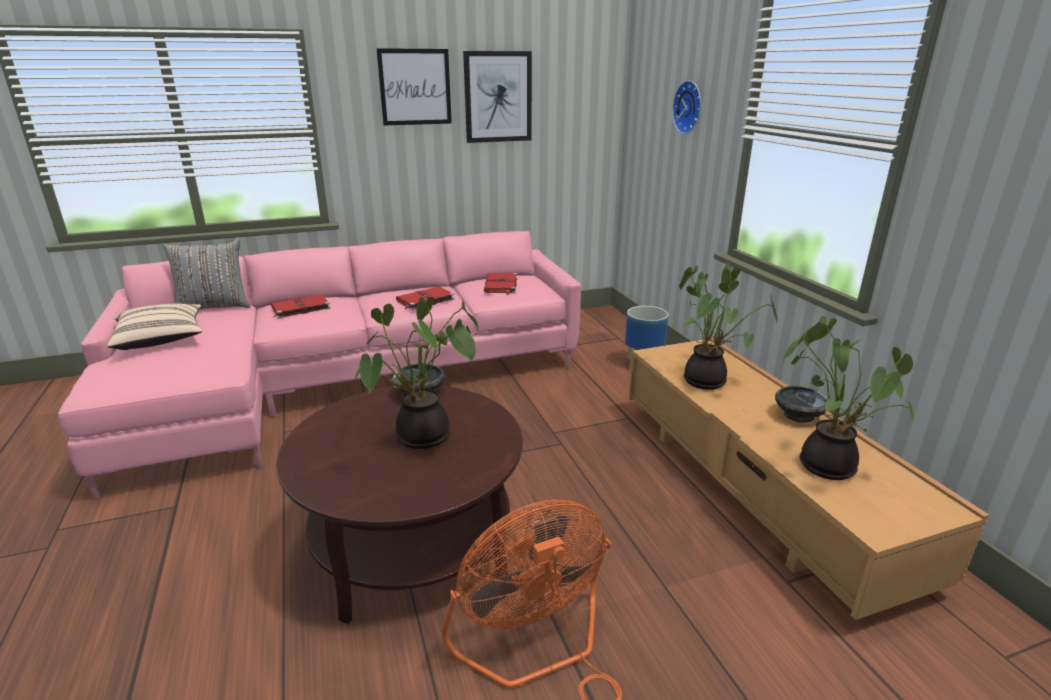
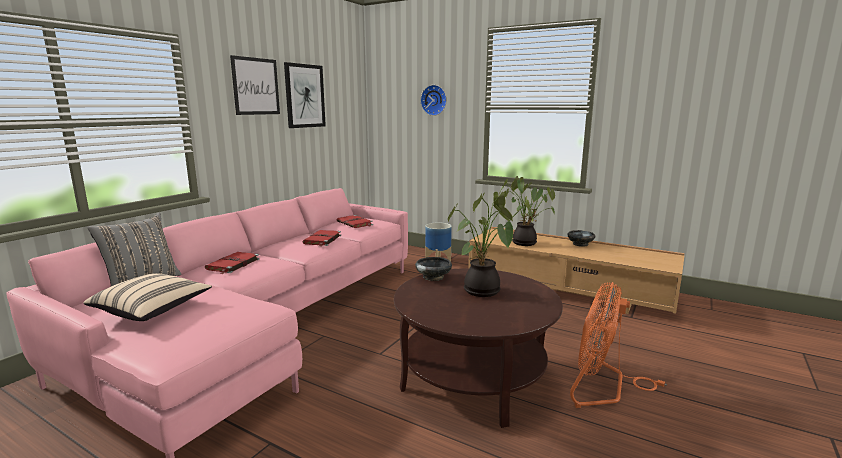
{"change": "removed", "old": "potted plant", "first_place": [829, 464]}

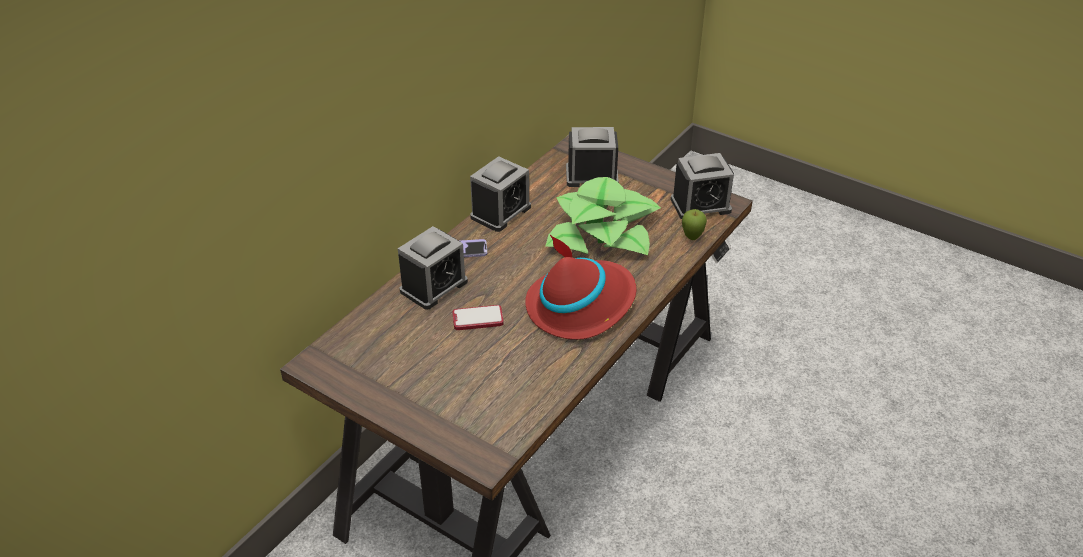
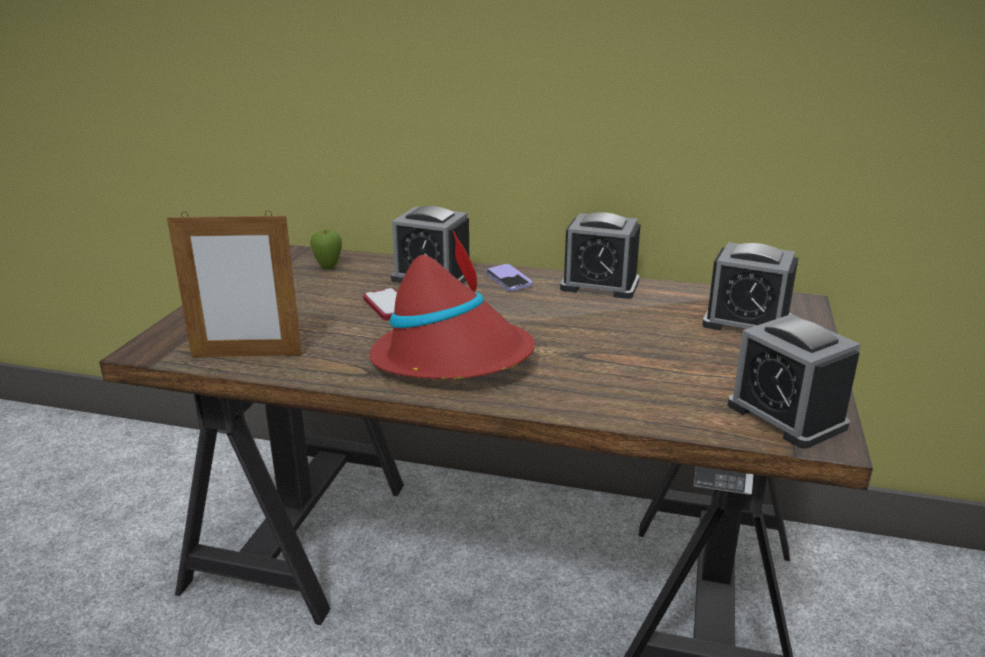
{"change": "removed", "old": "potted plant", "first_place": [603, 233]}
{"change": "added", "new": "picture frame", "second_place": [246, 355]}
{"change": "moved", "old": "apple", "first_place": [692, 238], "second_place": [328, 267]}
{"change": "turned", "old": "alarm clock", "first_place": [591, 176], "second_place": [747, 322], "degrees": 135}

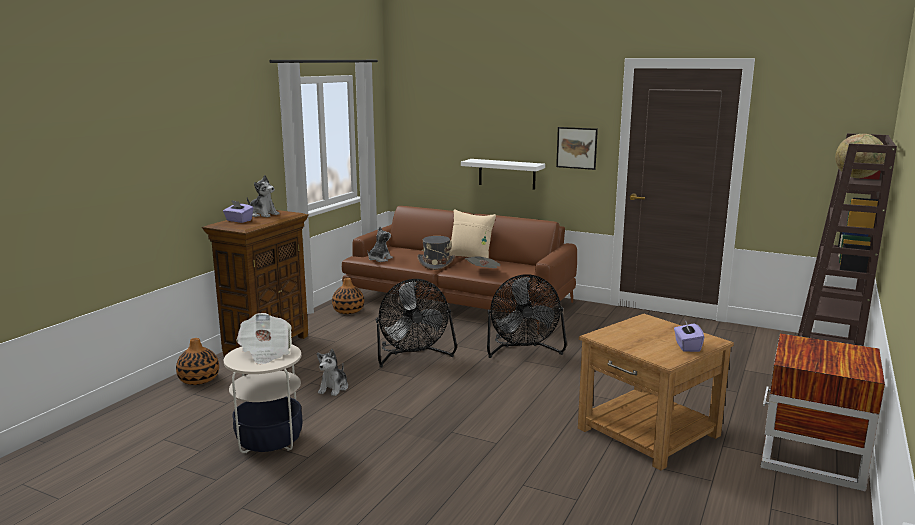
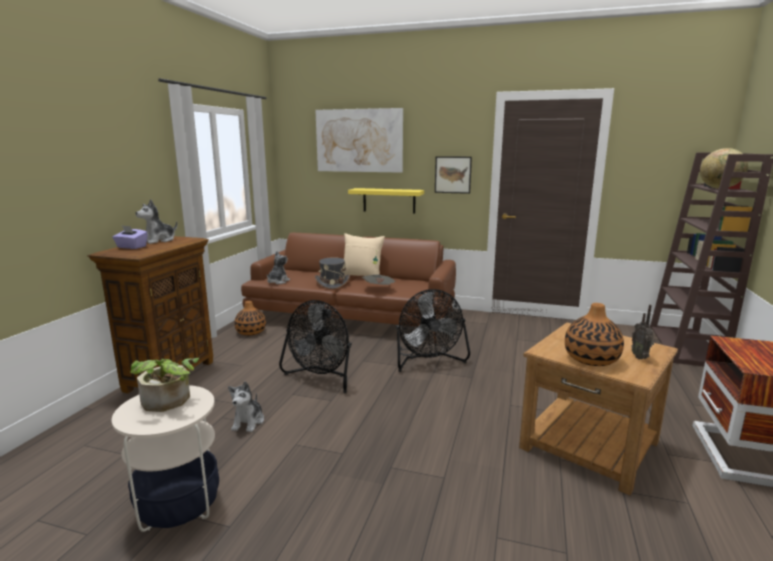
{"change": "added", "new": "wall art", "second_place": [359, 140]}
{"change": "moved", "old": "vase", "first_place": [199, 380], "second_place": [591, 359]}
{"change": "replaced", "old": "newspaper", "new": "potted plant", "first_place": [266, 352], "second_place": [169, 402]}
{"change": "replaced", "old": "purplish tissue box", "new": "radio set", "first_place": [687, 346], "second_place": [640, 357]}
{"change": "recoloured", "old": "white-coloured shelf", "new": "yellow shelf", "first_place": [507, 174], "second_place": [389, 200]}
{"change": "turned", "old": "soft toy", "first_place": [263, 214], "second_place": [159, 240], "degrees": 105}
{"change": "turned", "old": "blackish cooling fan", "first_place": [410, 356], "second_place": [321, 376], "degrees": 60}

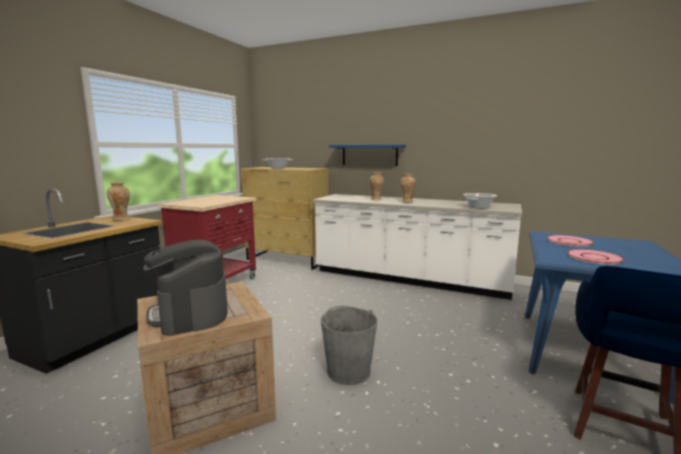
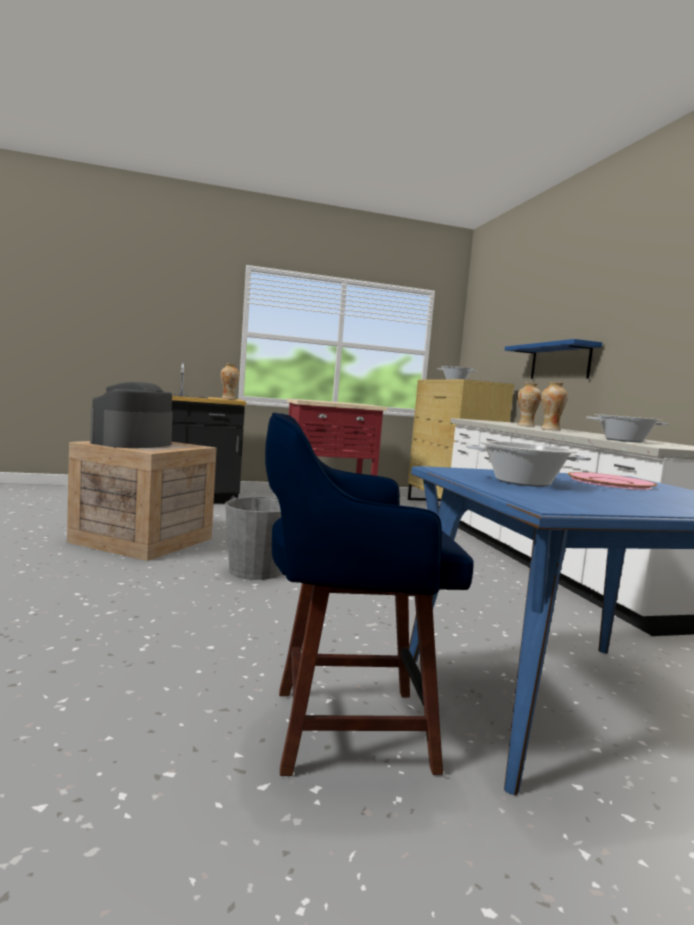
{"change": "replaced", "old": "pinkish flat dish", "new": "stockpot", "first_place": [594, 258], "second_place": [523, 482]}

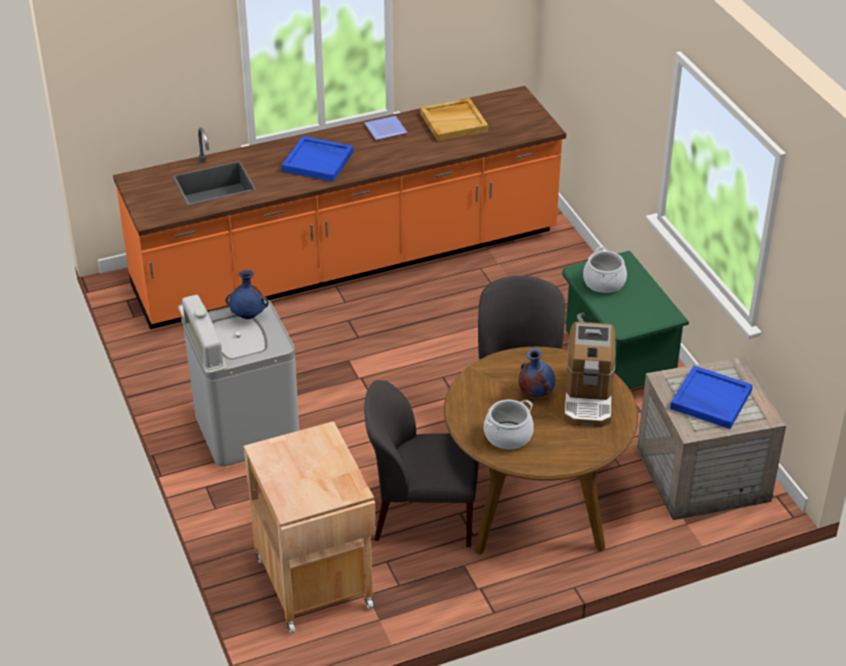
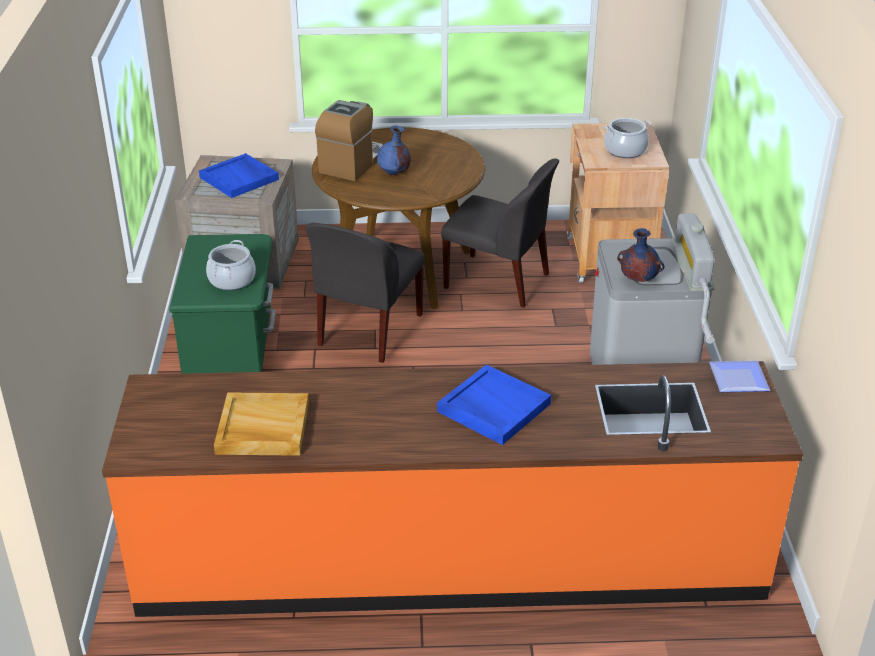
{"change": "moved", "old": "flat dish", "first_place": [387, 130], "second_place": [736, 378]}
{"change": "moved", "old": "stockpot", "first_place": [508, 436], "second_place": [625, 150]}

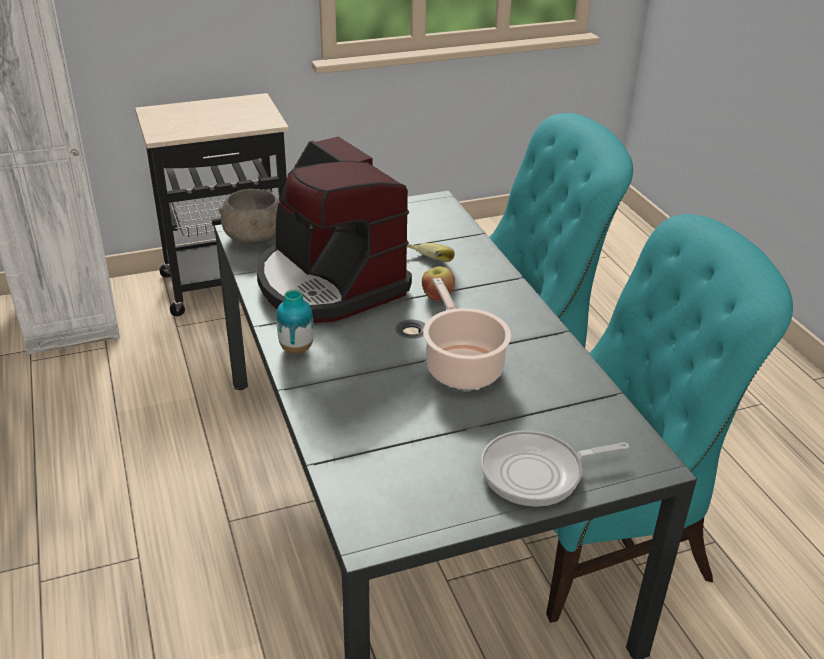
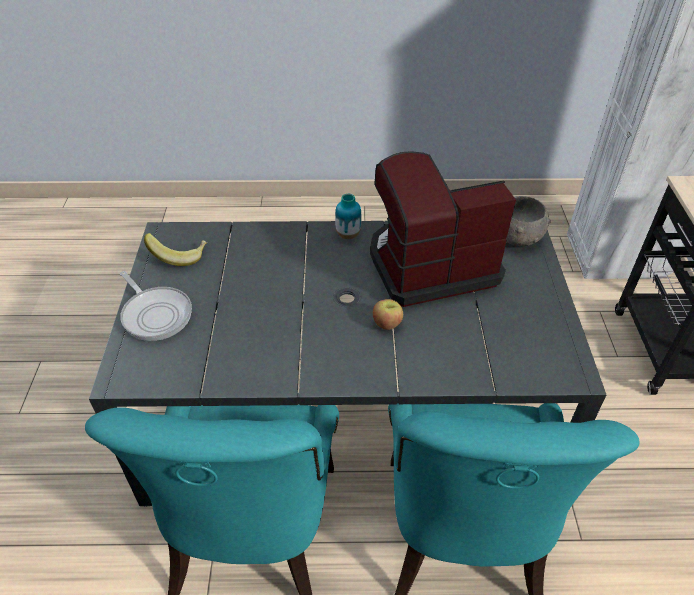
{"change": "removed", "old": "stockpot", "first_place": [462, 366]}
{"change": "moved", "old": "banana", "first_place": [426, 265], "second_place": [179, 256]}
{"change": "turned", "old": "frying pan", "first_place": [537, 473], "second_place": [155, 314], "degrees": 135}

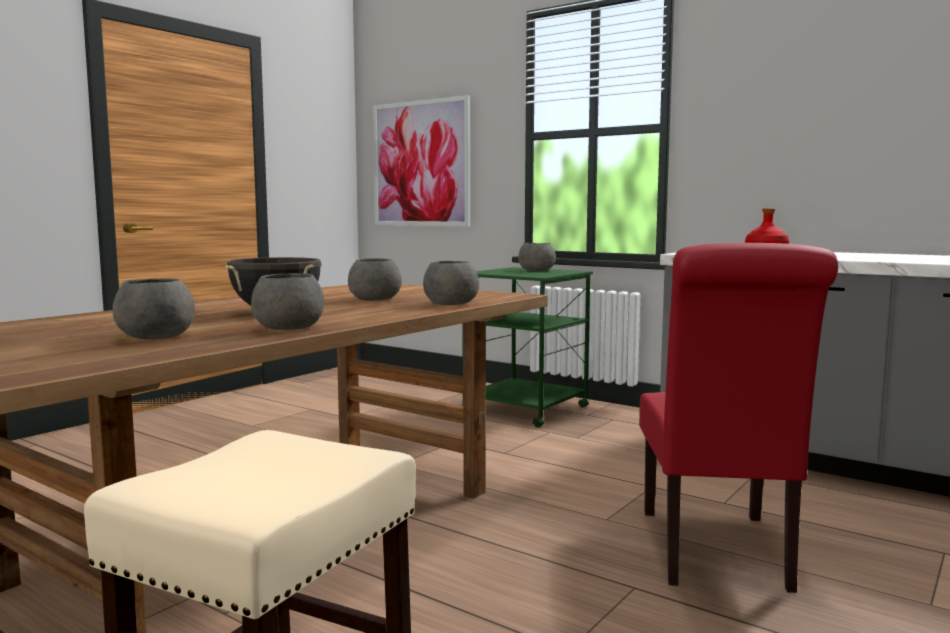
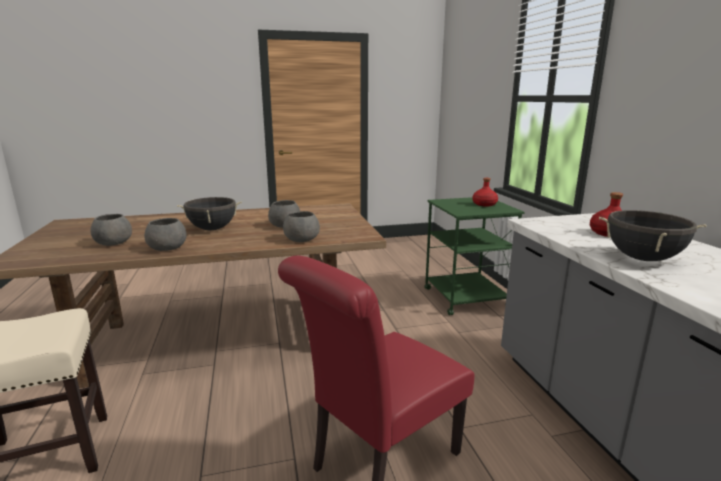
{"change": "removed", "old": "wall art", "first_place": [420, 164]}
{"change": "added", "new": "blackish stockpot", "second_place": [643, 259]}
{"change": "replaced", "old": "greyish bowl", "new": "red-coloured bottle", "first_place": [536, 270], "second_place": [484, 204]}

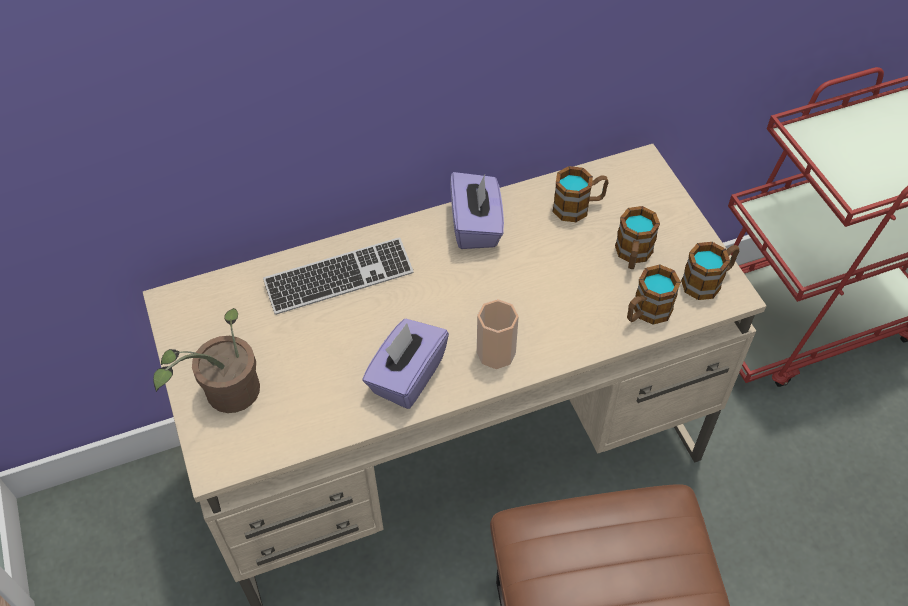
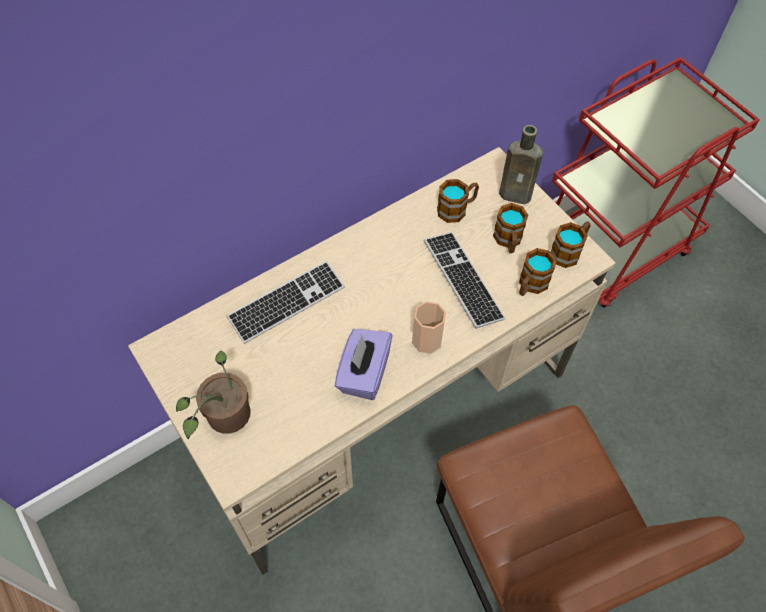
{"change": "removed", "old": "purplish tissue box", "first_place": [476, 226]}
{"change": "added", "new": "computer keyboard", "second_place": [463, 280]}
{"change": "added", "new": "brown bottle", "second_place": [517, 195]}

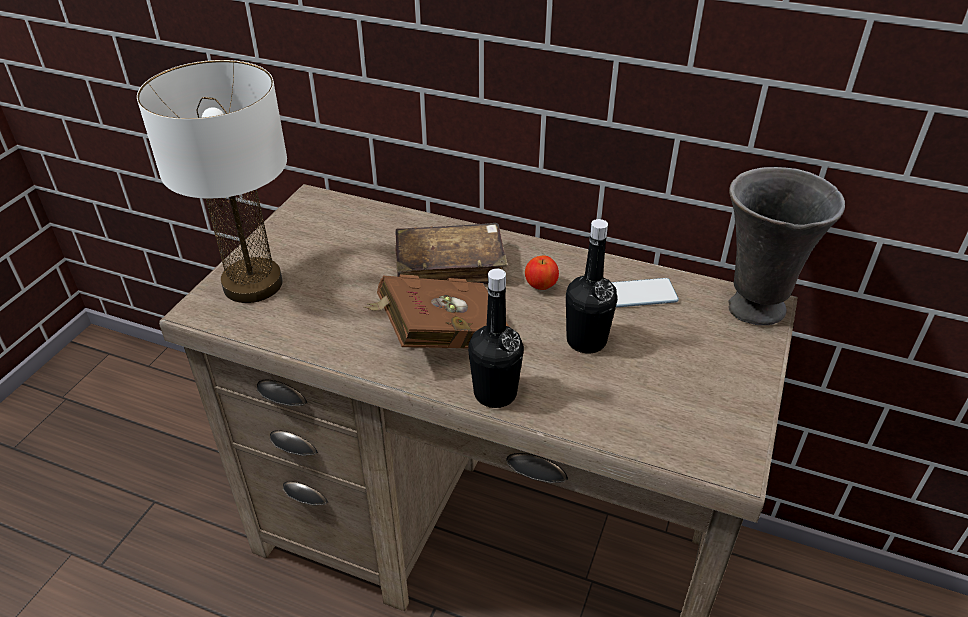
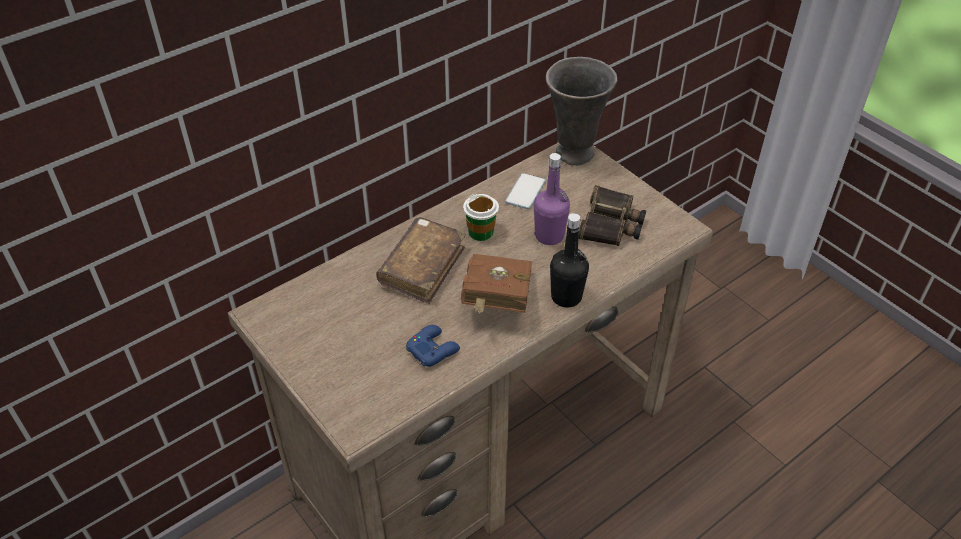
{"change": "removed", "old": "tabletop lamp", "first_place": [252, 284]}
{"change": "added", "new": "blue game controller", "second_place": [433, 349]}
{"change": "added", "new": "binoculars", "second_place": [611, 224]}
{"change": "replaced", "old": "apple", "new": "drinking cup", "first_place": [541, 286], "second_place": [481, 232]}
{"change": "recoloured", "old": "blackish bottle", "new": "purplish bottle", "first_place": [586, 341], "second_place": [549, 236]}

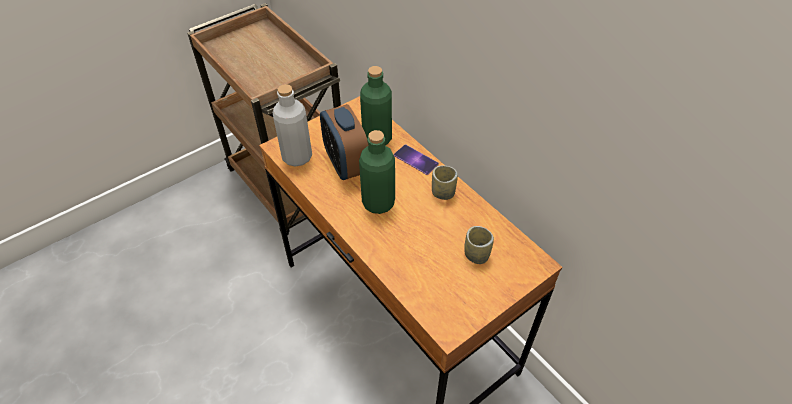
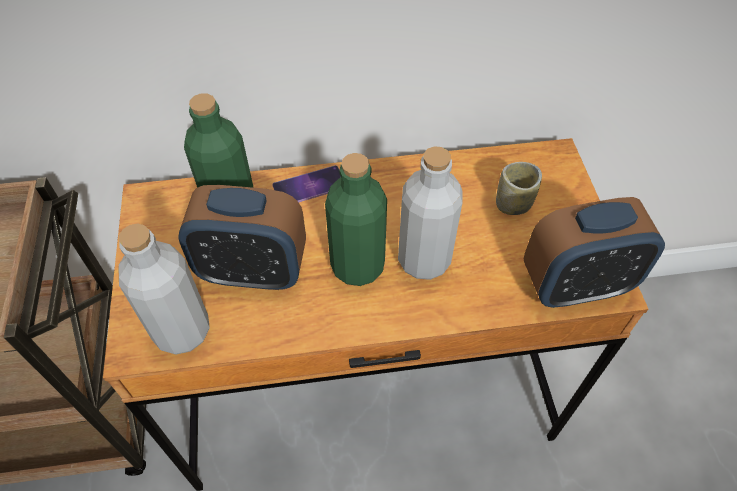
{"change": "removed", "old": "drinking cup", "first_place": [443, 193]}
{"change": "added", "new": "greyish bottle", "second_place": [424, 260]}
{"change": "added", "new": "alarm clock", "second_place": [575, 285]}

